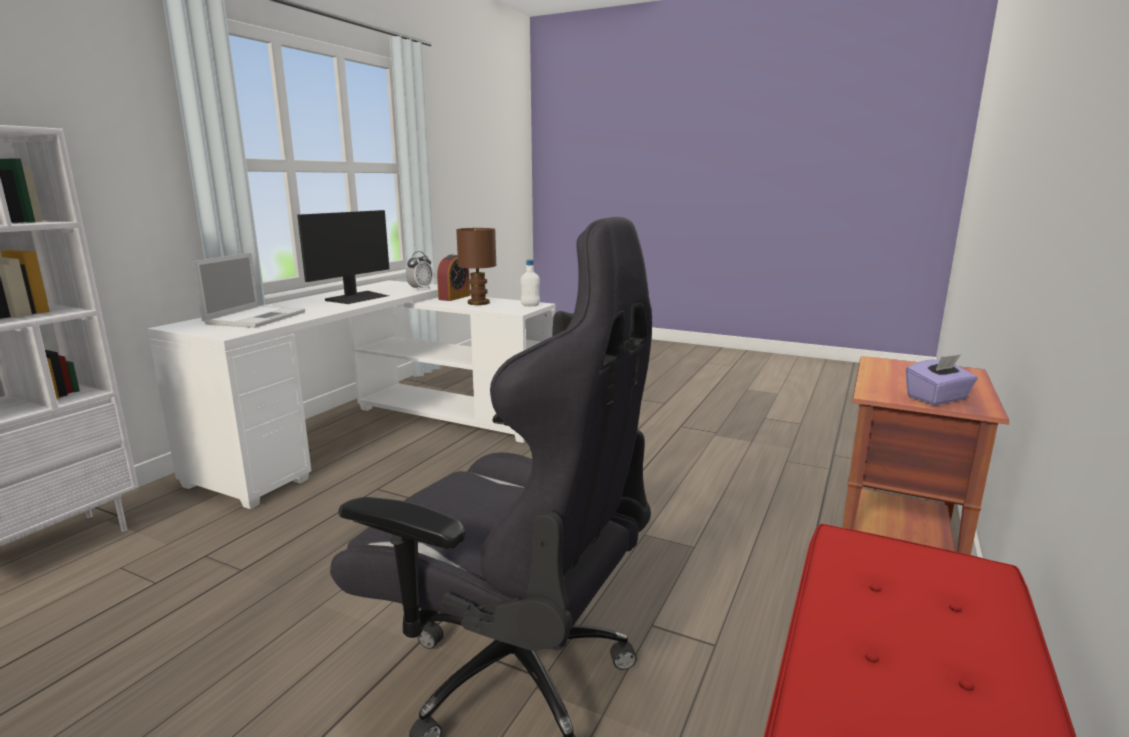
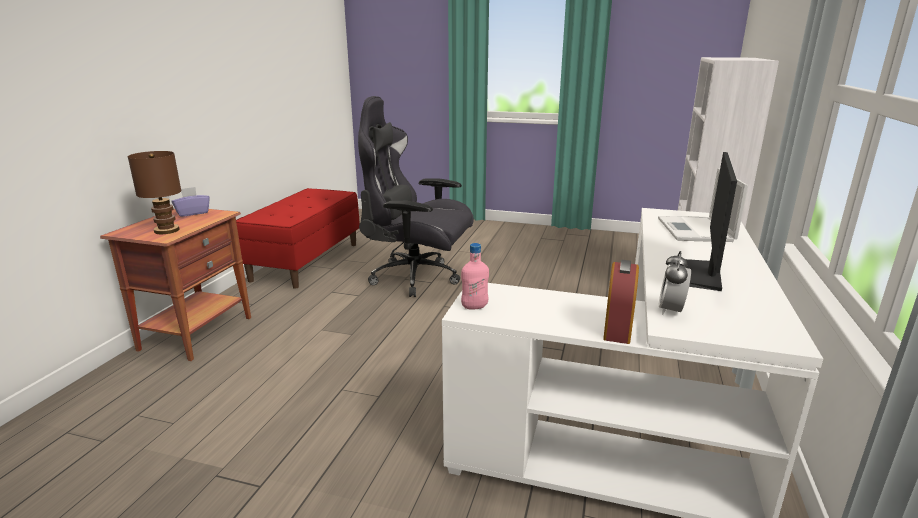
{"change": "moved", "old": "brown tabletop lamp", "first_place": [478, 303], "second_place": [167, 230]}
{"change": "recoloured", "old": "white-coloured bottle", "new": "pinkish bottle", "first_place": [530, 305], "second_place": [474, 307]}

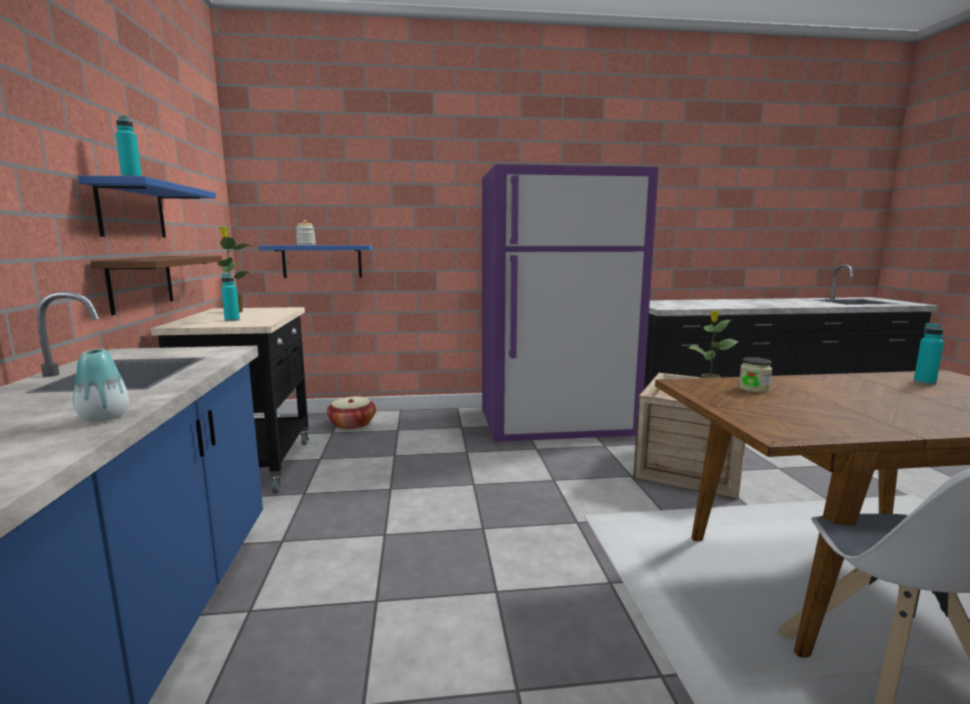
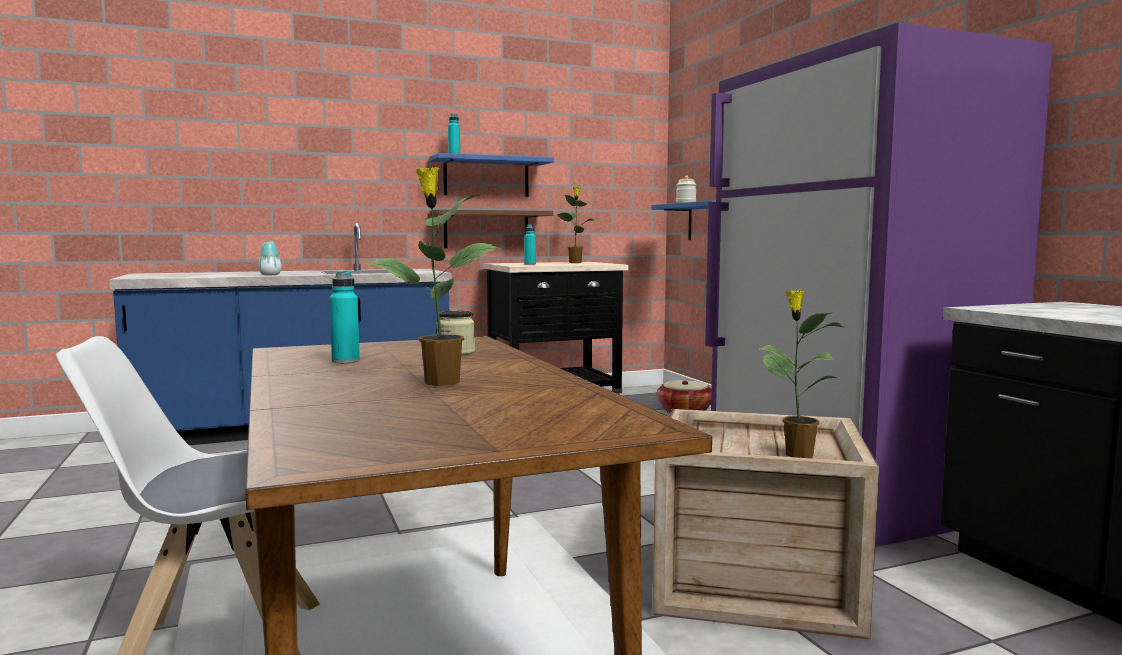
{"change": "added", "new": "potted plant", "second_place": [440, 383]}
{"change": "moved", "old": "turquoise-coloured bottle", "first_place": [924, 382], "second_place": [345, 361]}

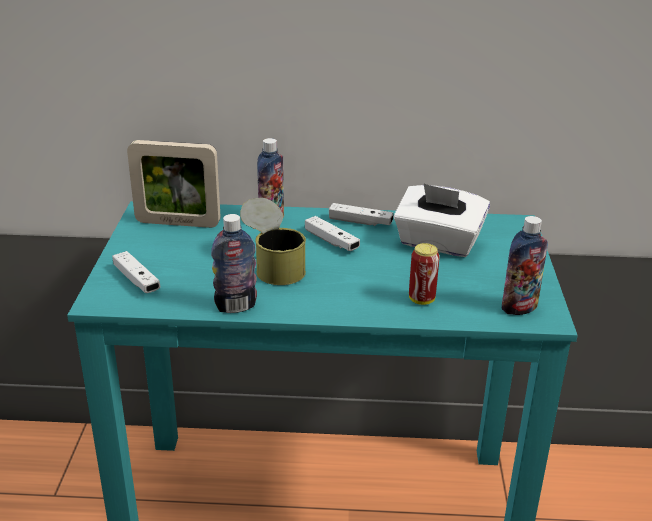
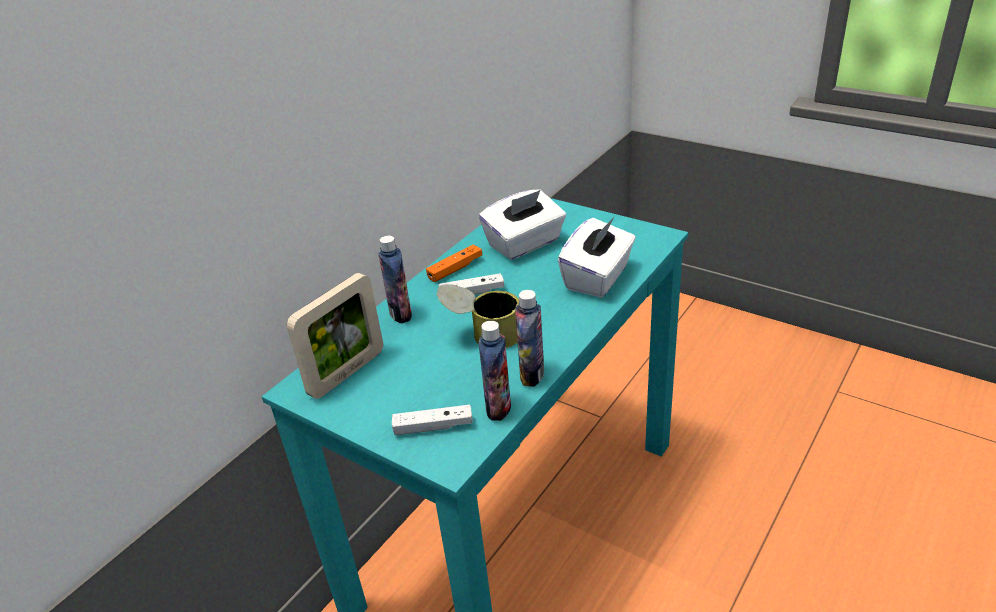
{"change": "moved", "old": "bottle", "first_place": [519, 308], "second_place": [498, 408]}
{"change": "replaced", "old": "sealed can", "new": "white-coloured tissue box", "first_place": [421, 299], "second_place": [598, 278]}
{"change": "recoloured", "old": "white-coloured game controller", "new": "orangey game controller", "first_place": [360, 222], "second_place": [455, 269]}

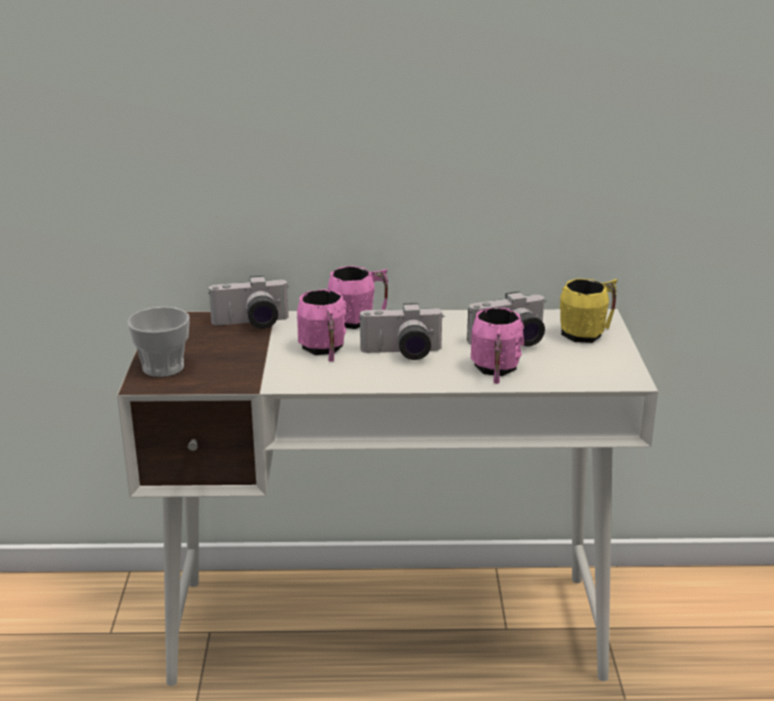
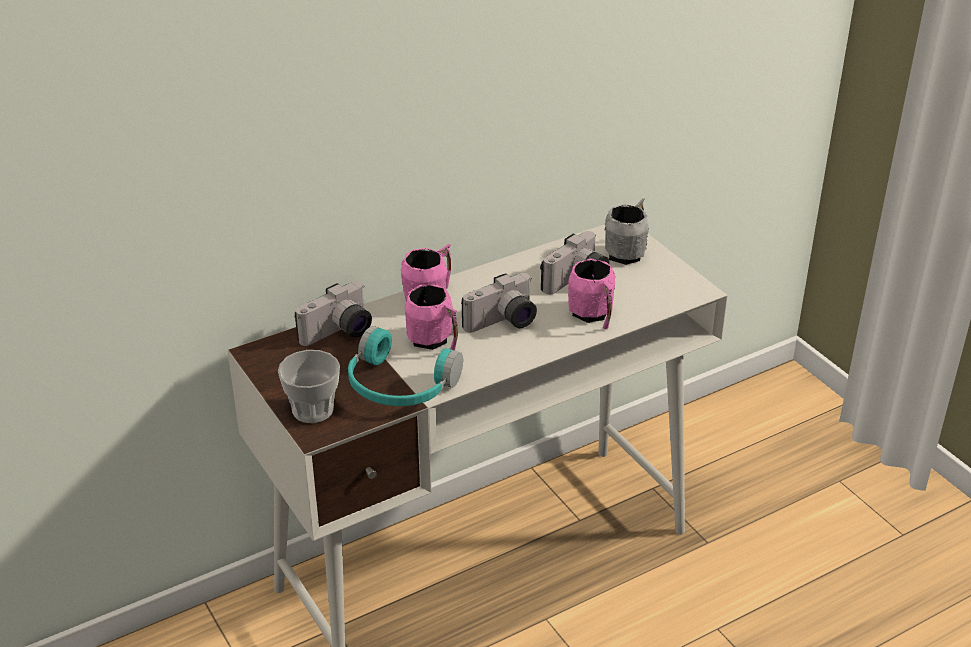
{"change": "added", "new": "turquoise-coloured headphones", "second_place": [398, 386]}
{"change": "recoloured", "old": "yellow mug", "new": "greyish mug", "first_place": [587, 333], "second_place": [627, 251]}

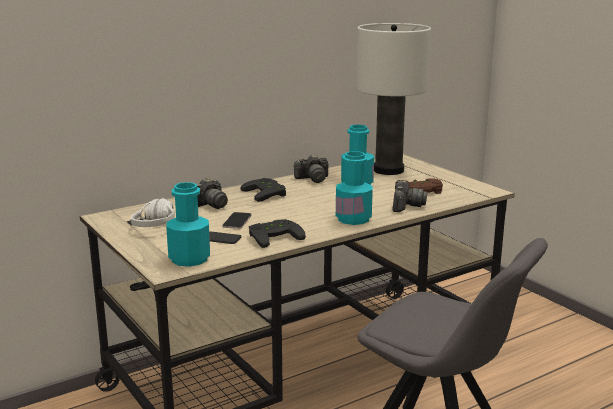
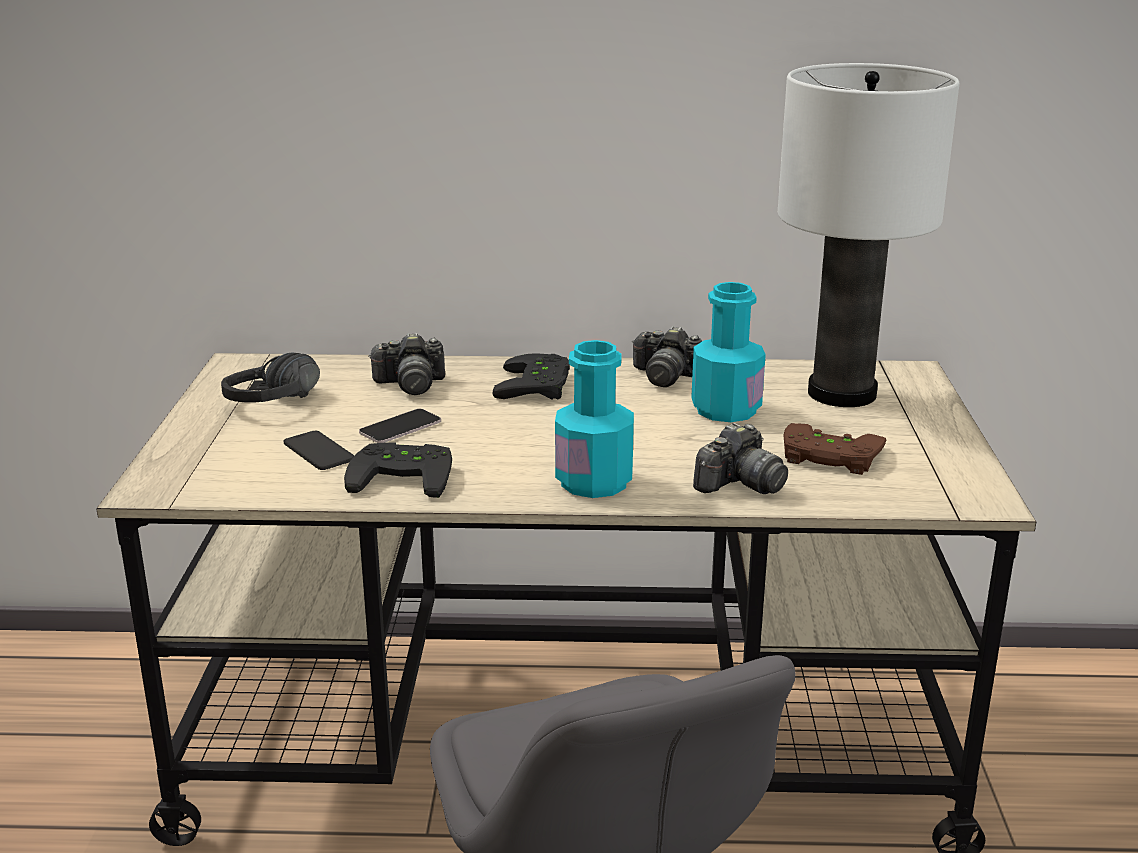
{"change": "removed", "old": "turquoise-coloured bottle", "first_place": [189, 259]}
{"change": "recoloured", "old": "white-coloured headphones", "new": "blackish headphones", "first_place": [164, 226], "second_place": [283, 405]}

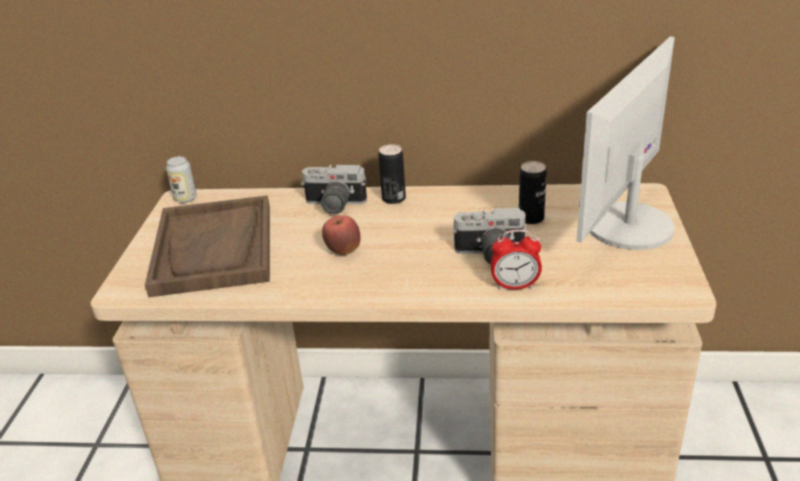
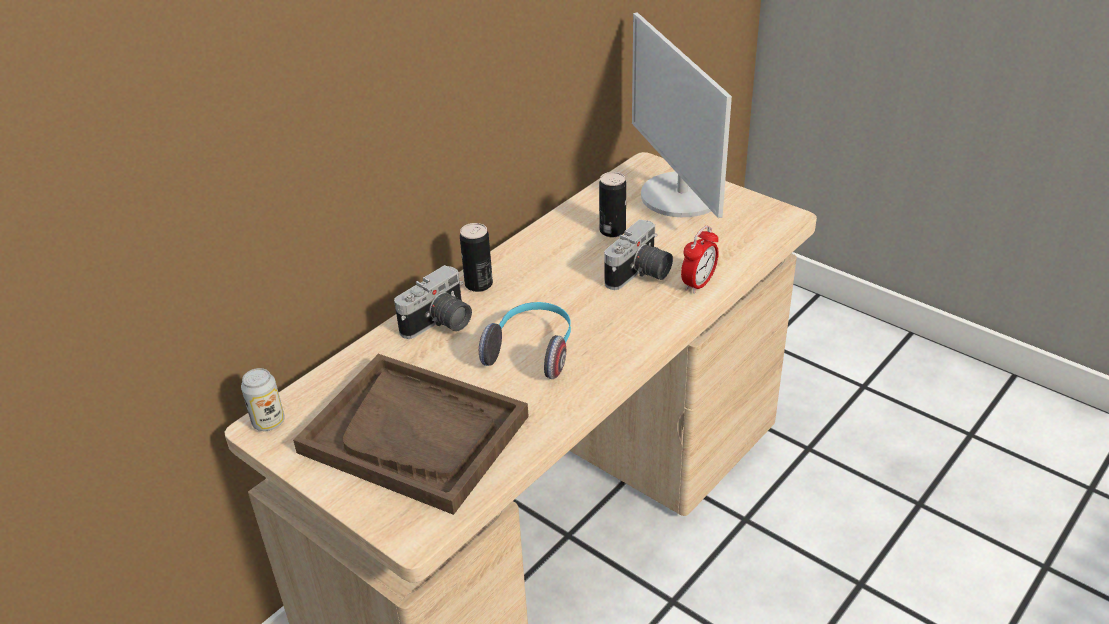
{"change": "replaced", "old": "apple", "new": "headphones", "first_place": [343, 251], "second_place": [532, 351]}

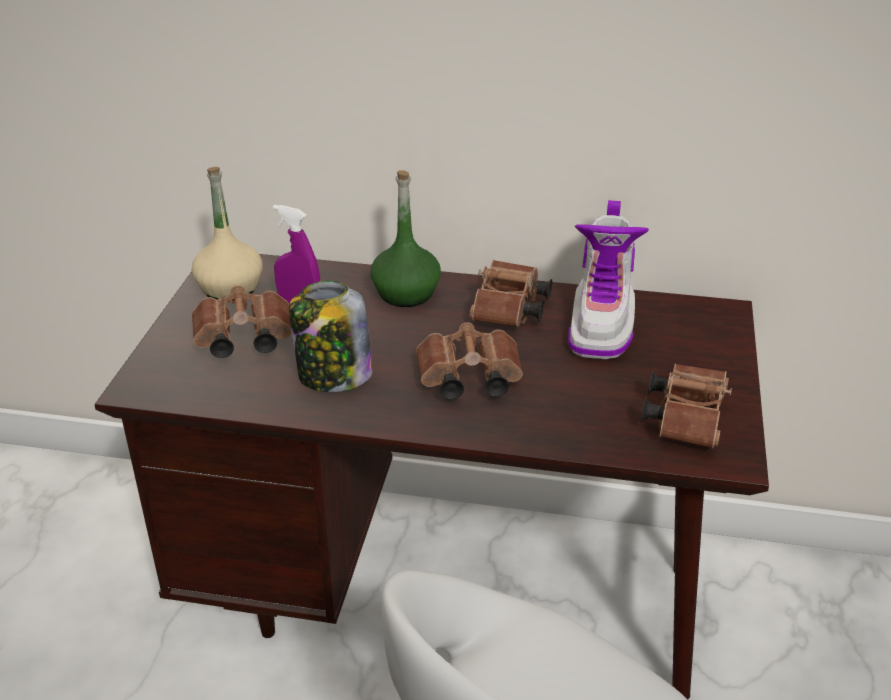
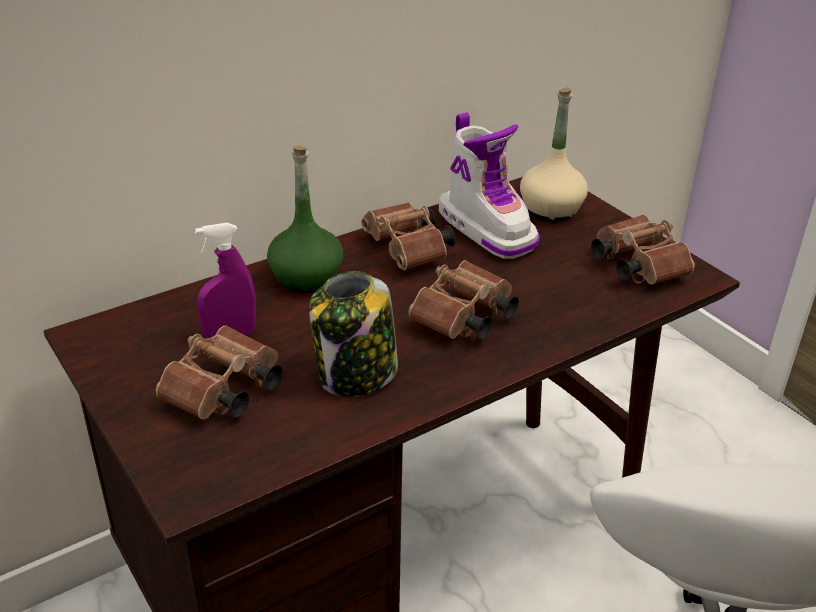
{"change": "moved", "old": "beige bottle", "first_place": [230, 288], "second_place": [550, 209]}

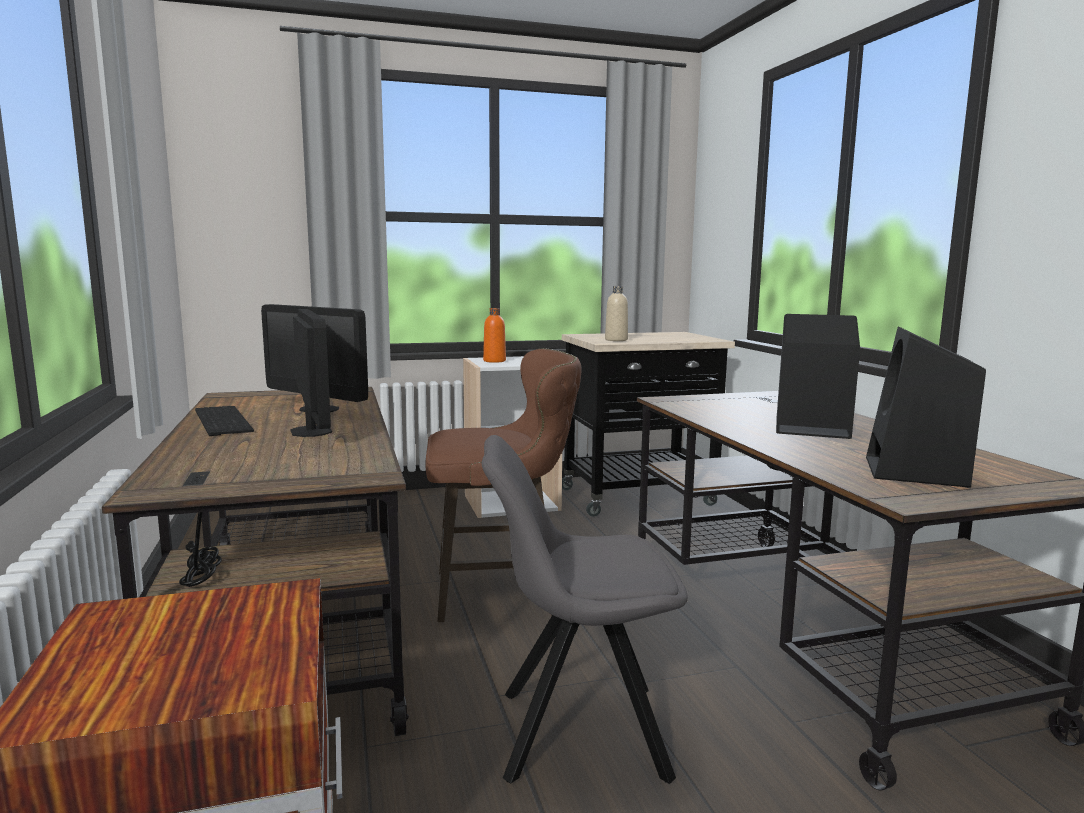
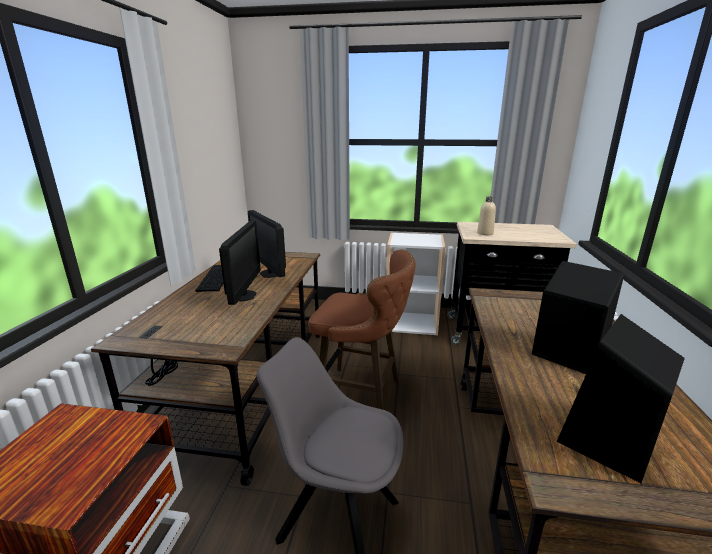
{"change": "removed", "old": "orangey bottle", "first_place": [494, 361]}

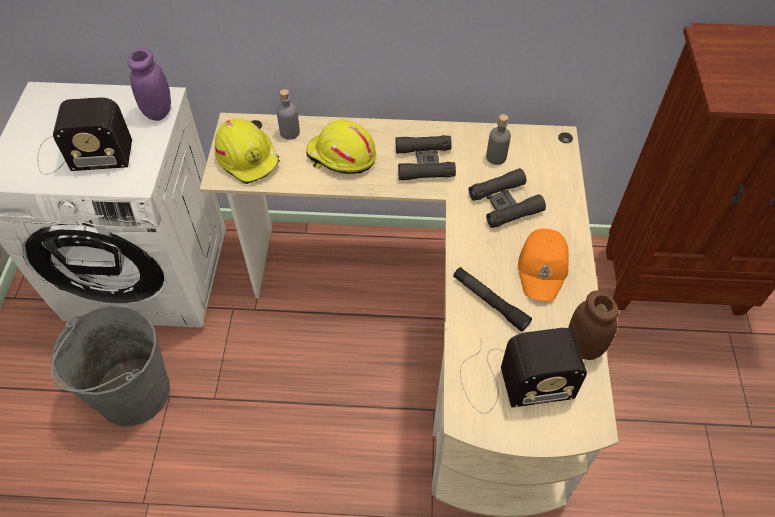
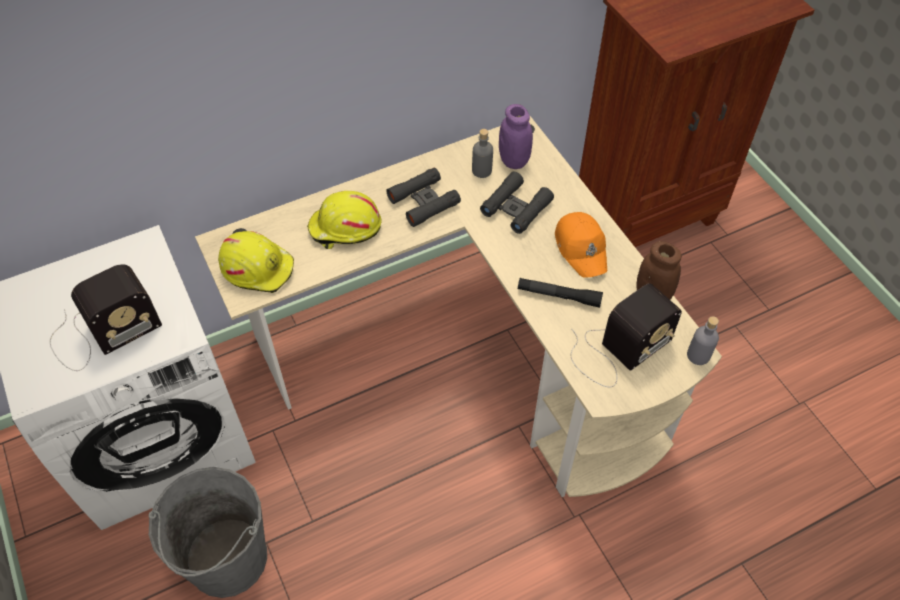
{"change": "moved", "old": "purplish jar", "first_place": [158, 111], "second_place": [514, 160]}
{"change": "moved", "old": "greyish bottle", "first_place": [290, 132], "second_place": [698, 355]}

